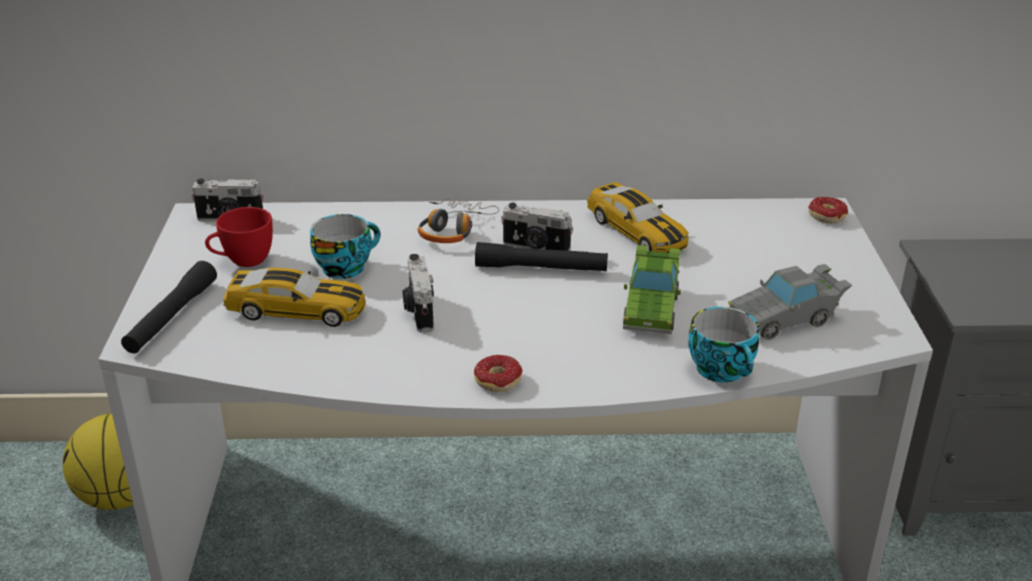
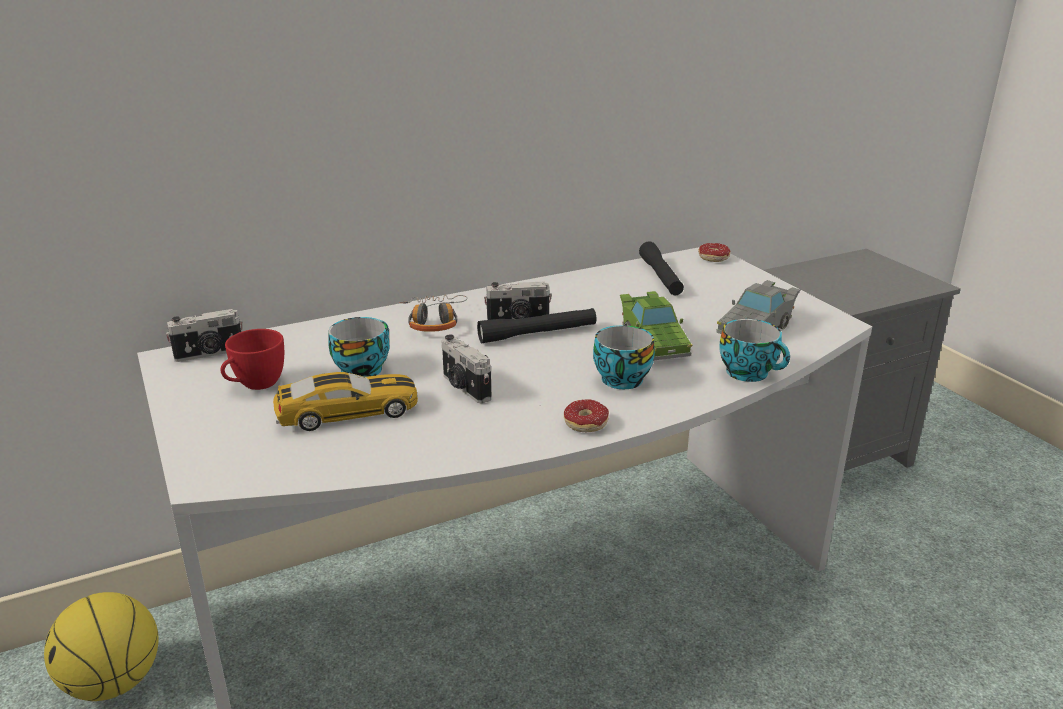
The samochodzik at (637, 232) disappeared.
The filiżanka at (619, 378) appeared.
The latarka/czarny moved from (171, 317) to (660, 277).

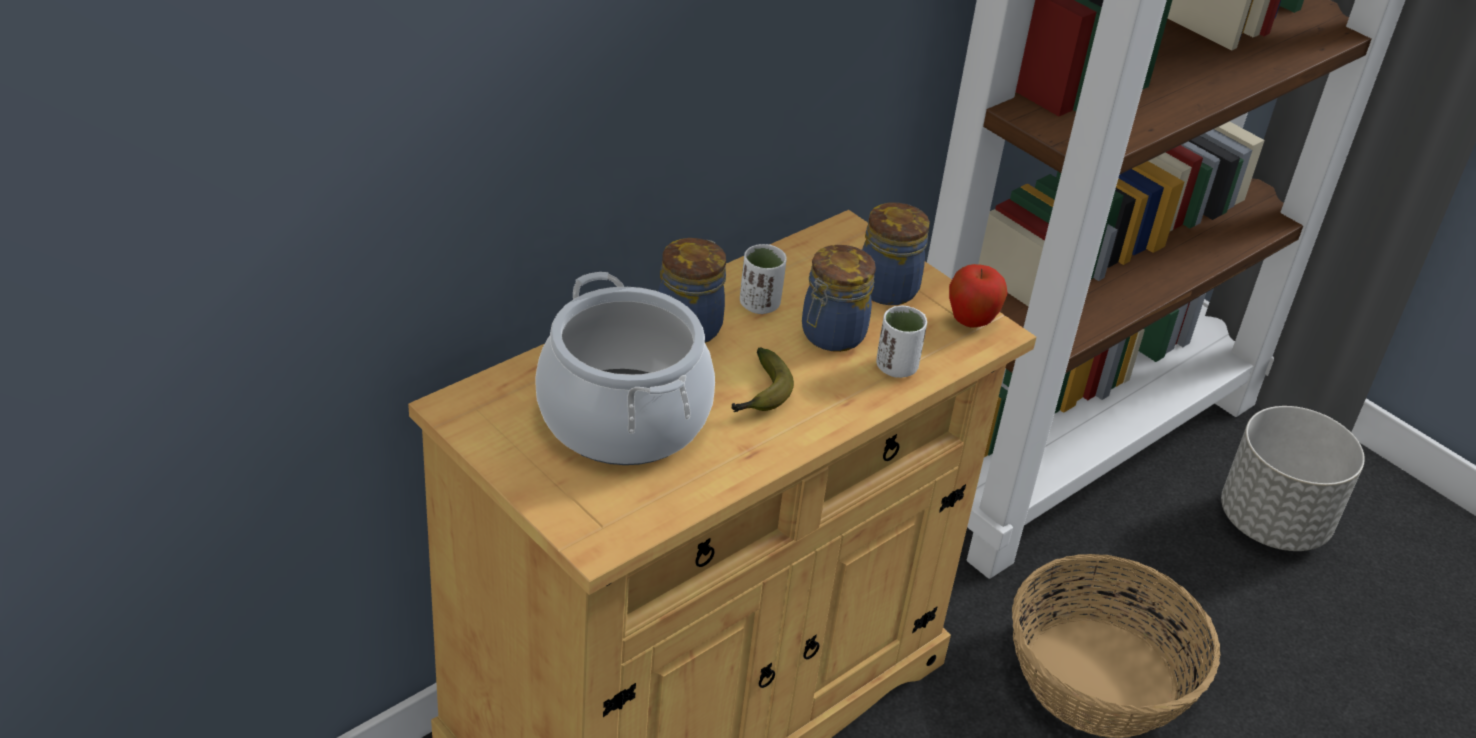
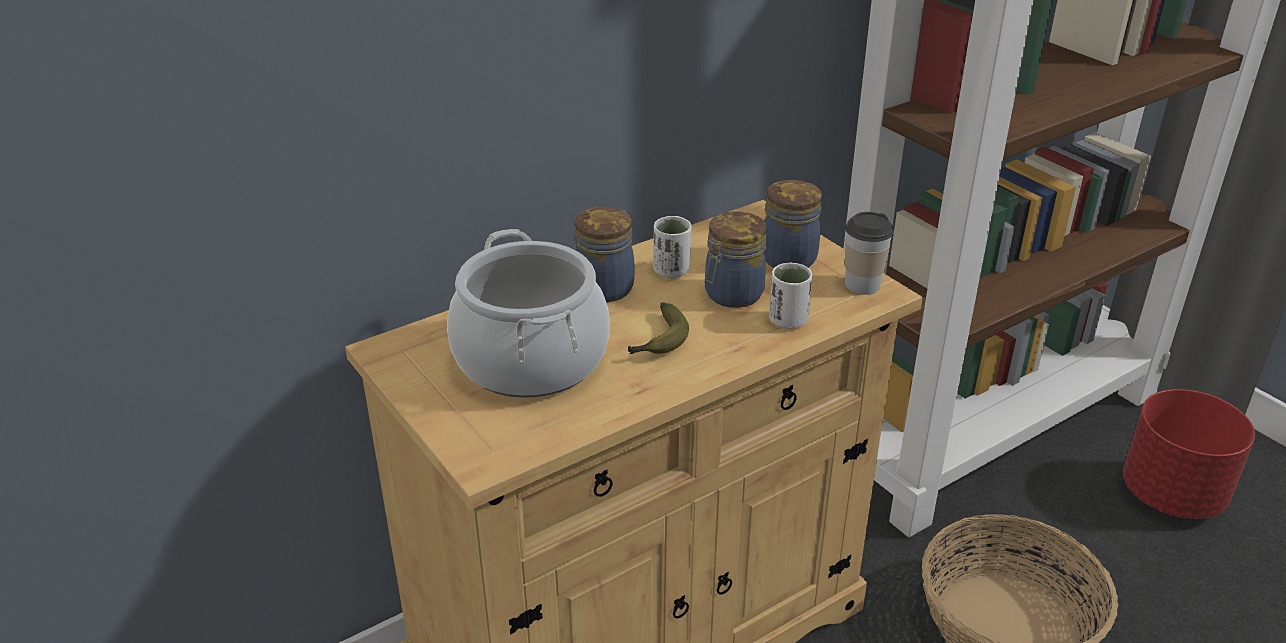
The jabłko at (971, 322) was replaced by the filiżanka at (862, 285).
The donica/szary at (1273, 522) became the donica/czerwony at (1172, 495).

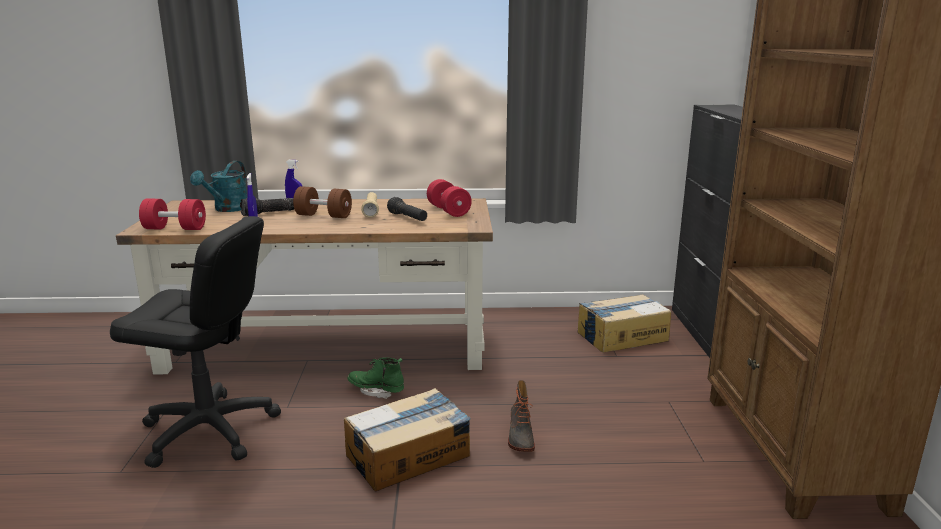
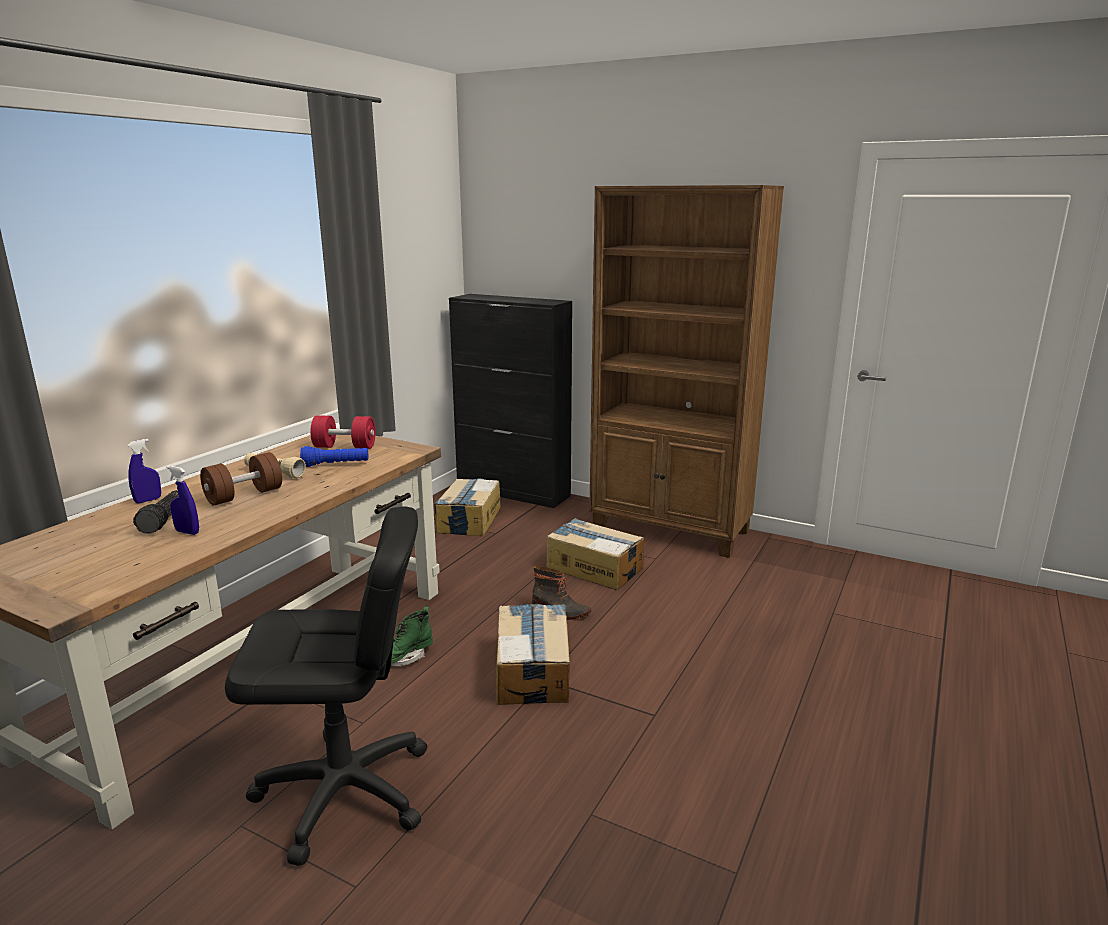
The hantel/czerwony at (175, 229) disappeared.
The konewka/turkusowy at (227, 209) disappeared.
The karton at (594, 567) appeared.
The latarka/czarny at (408, 218) became the latarka/niebieski at (336, 465).
The krzesło biurowe/czarny at (209, 431) turned 45 degrees clockwise.

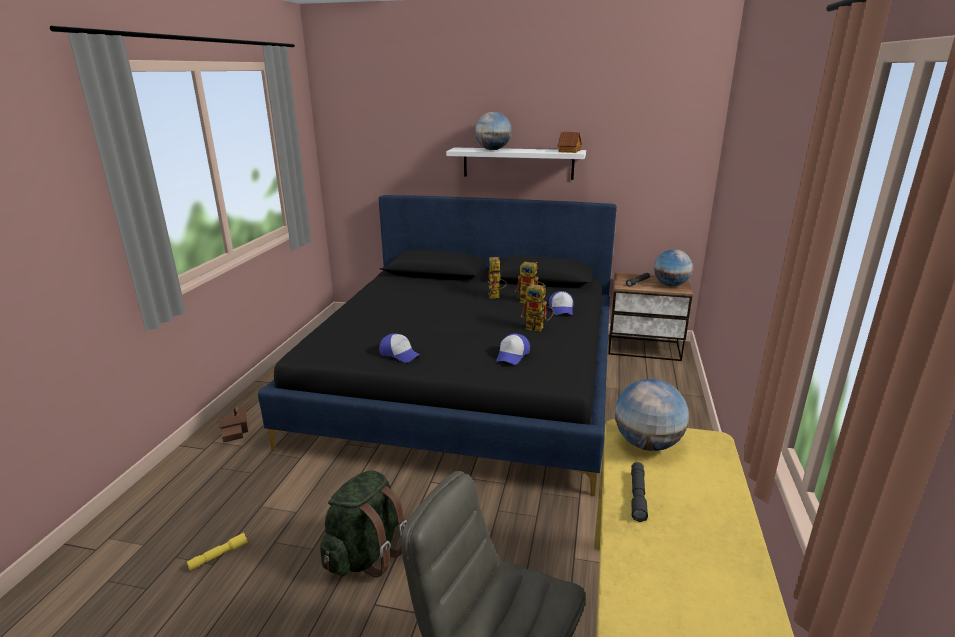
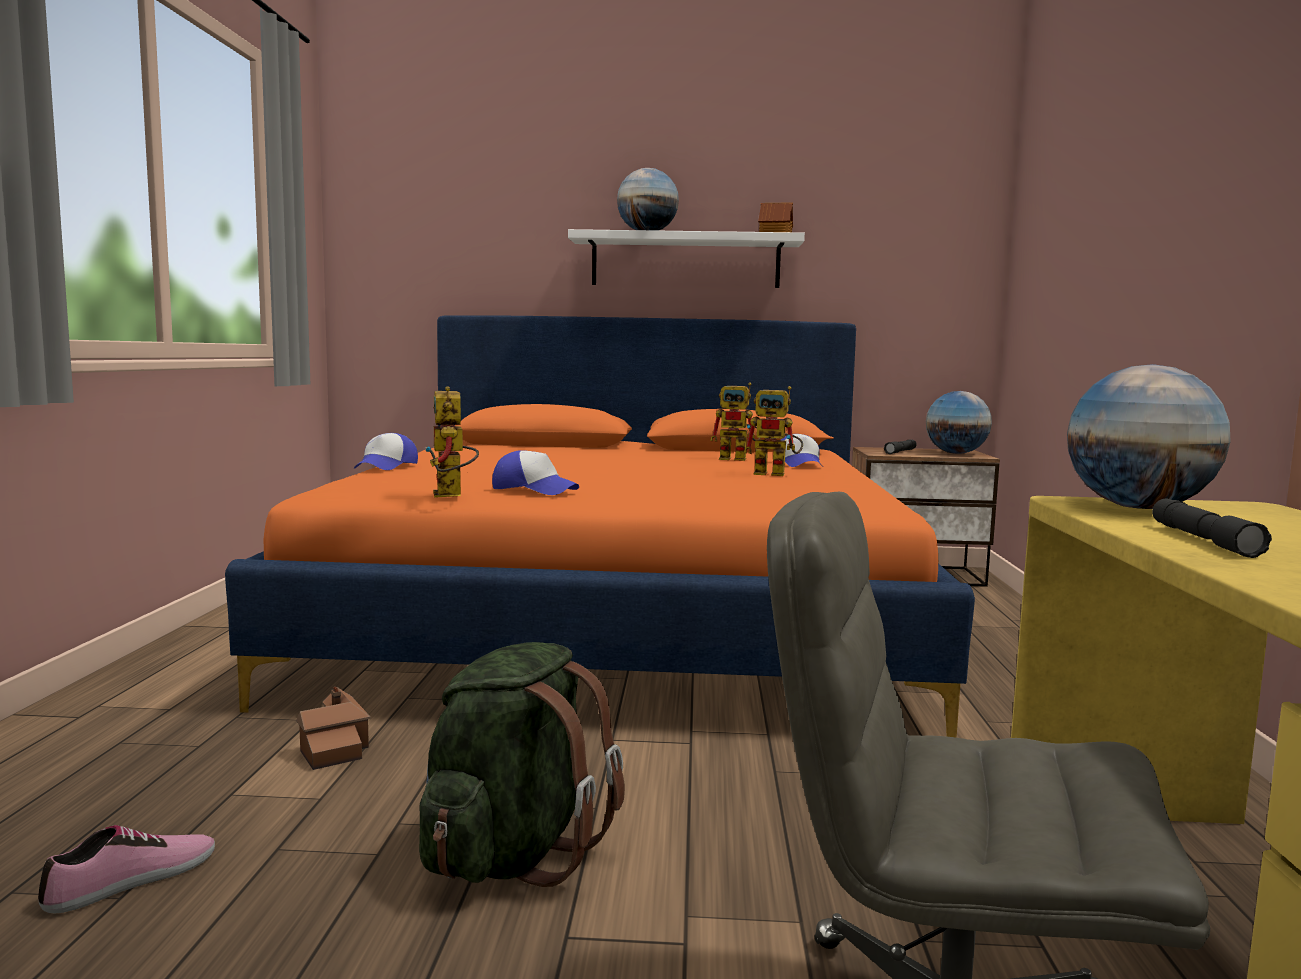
The domek moved from (235, 430) to (334, 747).
The robot zabawkowy moved from (496, 297) to (452, 495).
The czapka z daszkiem moved from (512, 355) to (386, 466).
The latarka/żółty at (218, 555) was replaced by the but at (132, 881).
The łóżko/czarny at (466, 383) became the łóżko/pomarańczowy at (623, 618).

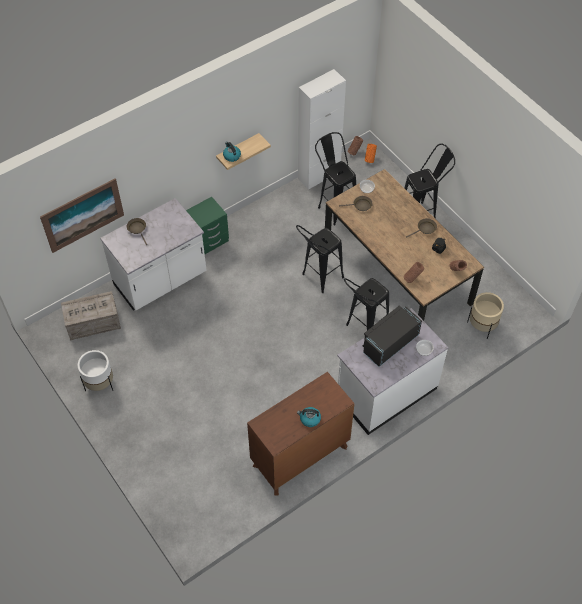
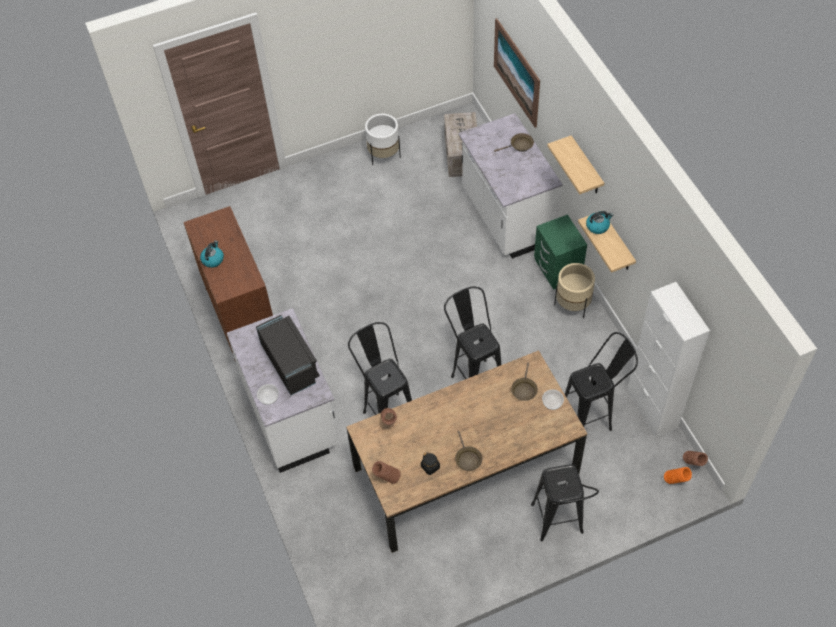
The półka at (586, 167) appeared.
The donica/beżowy moved from (482, 326) to (572, 305).

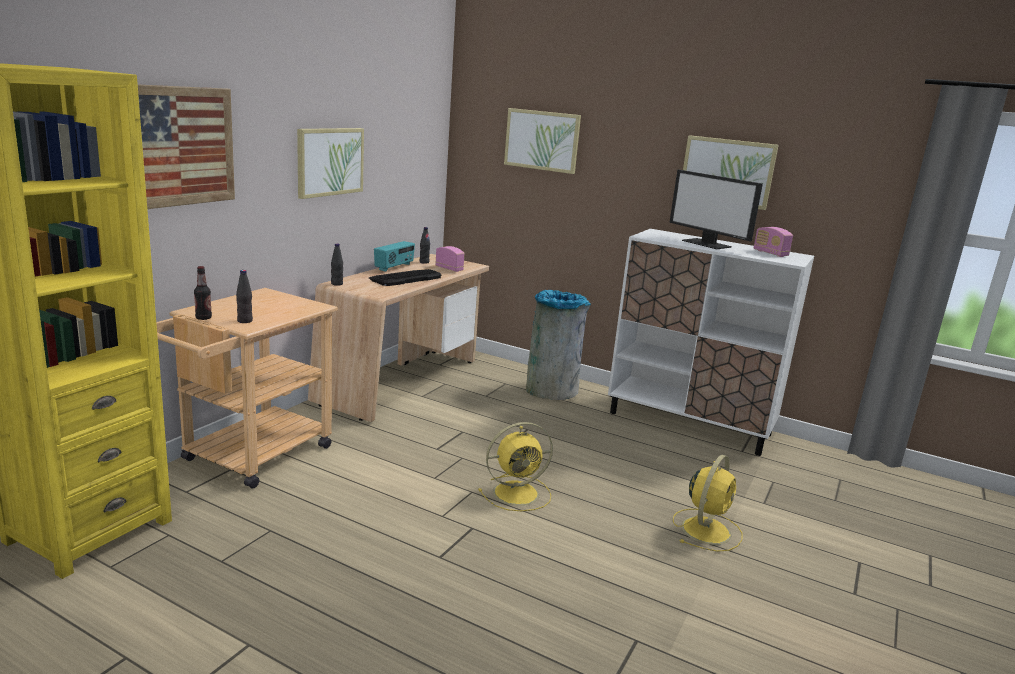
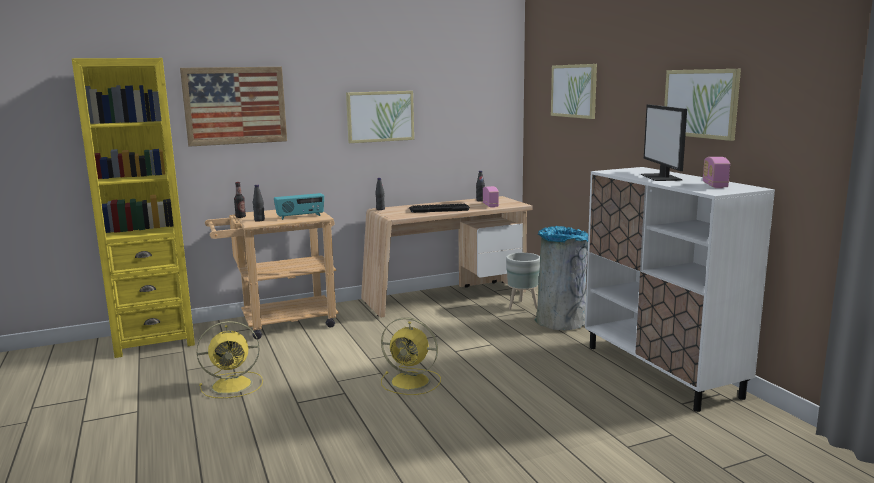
The donica/szary at (523, 306) appeared.
The radio moved from (394, 267) to (300, 217).
The wentylator/żółty moved from (706, 529) to (234, 385).

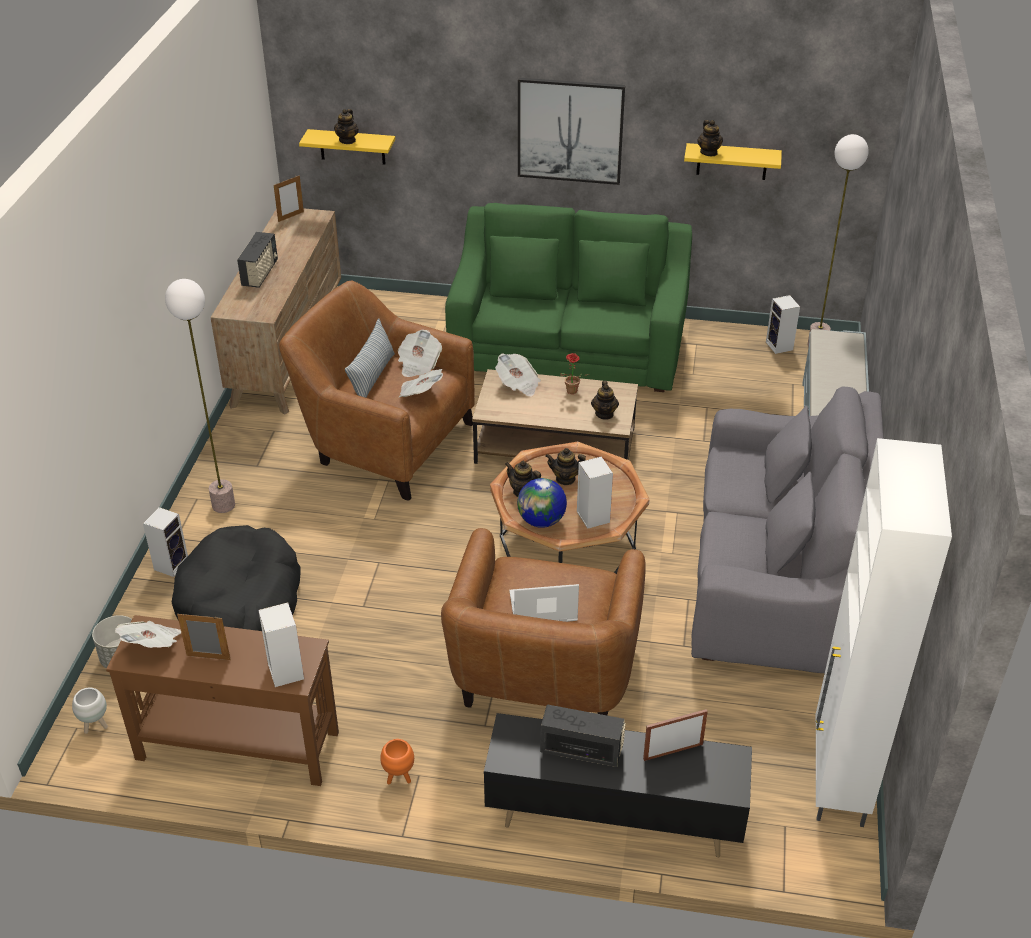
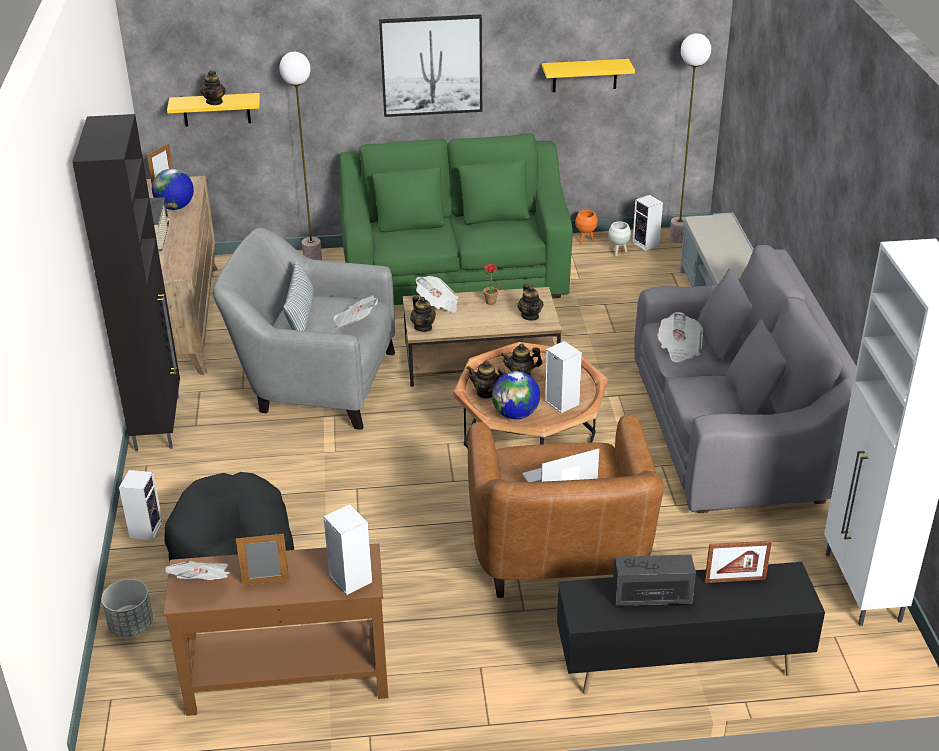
The szafka/czarny at (158, 422) appeared.
The globus at (175, 207) appeared.
The donica/biały moved from (95, 726) to (618, 252).
The lampa stojąca moved from (224, 505) to (312, 259).
The donica/pomarańczowy moved from (399, 778) to (585, 240).
The gazeta moved from (418, 364) to (679, 349).
The imbryk moved from (709, 152) to (423, 327).
The fotel/brązowy at (384, 441) became the fotel/szary at (314, 382).
The ramka na zdjęcie at (673, 751) turned 150 degrees counterclockwise.

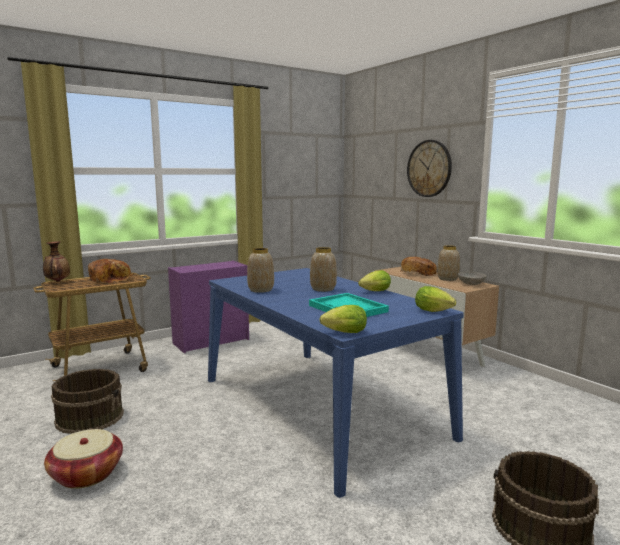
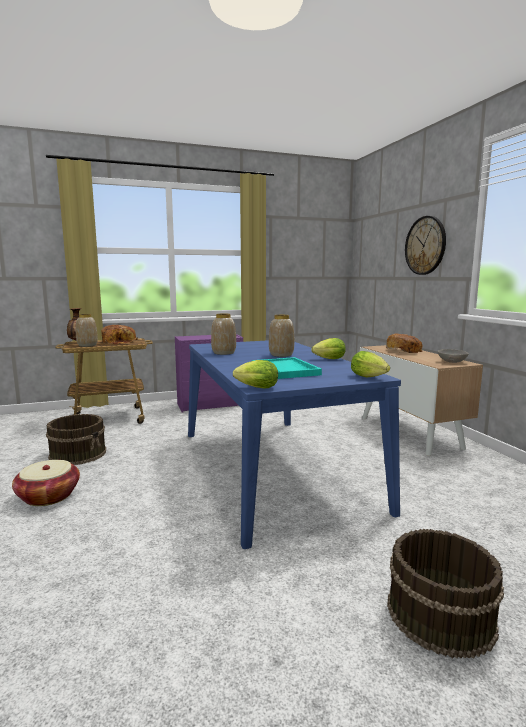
The wazon moved from (447, 279) to (87, 345).

